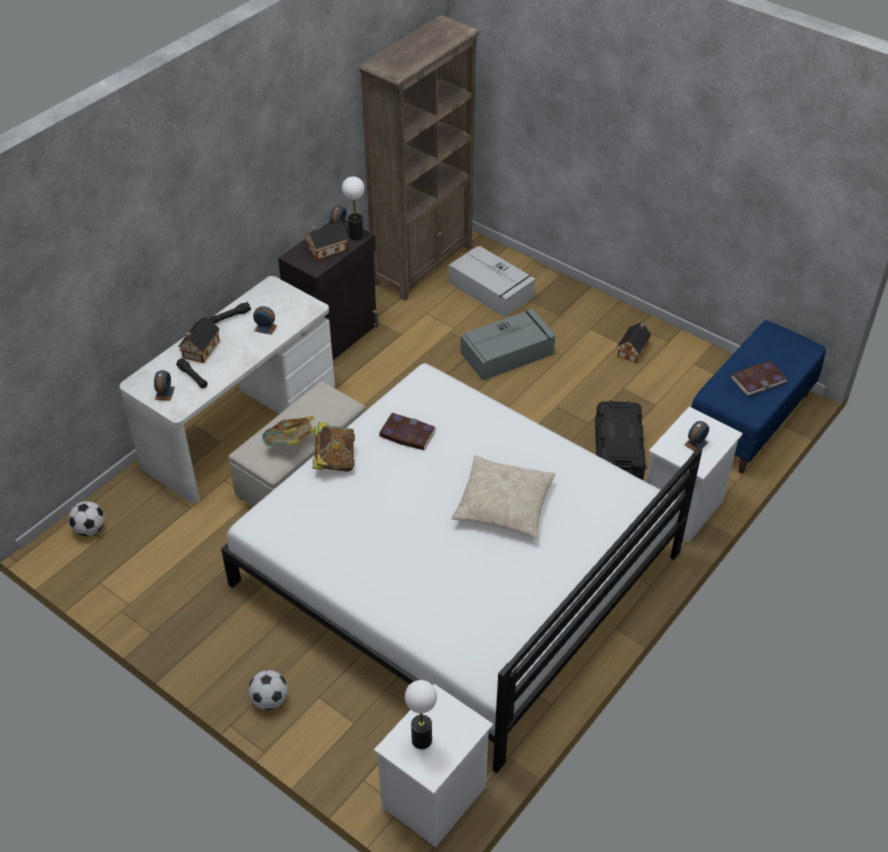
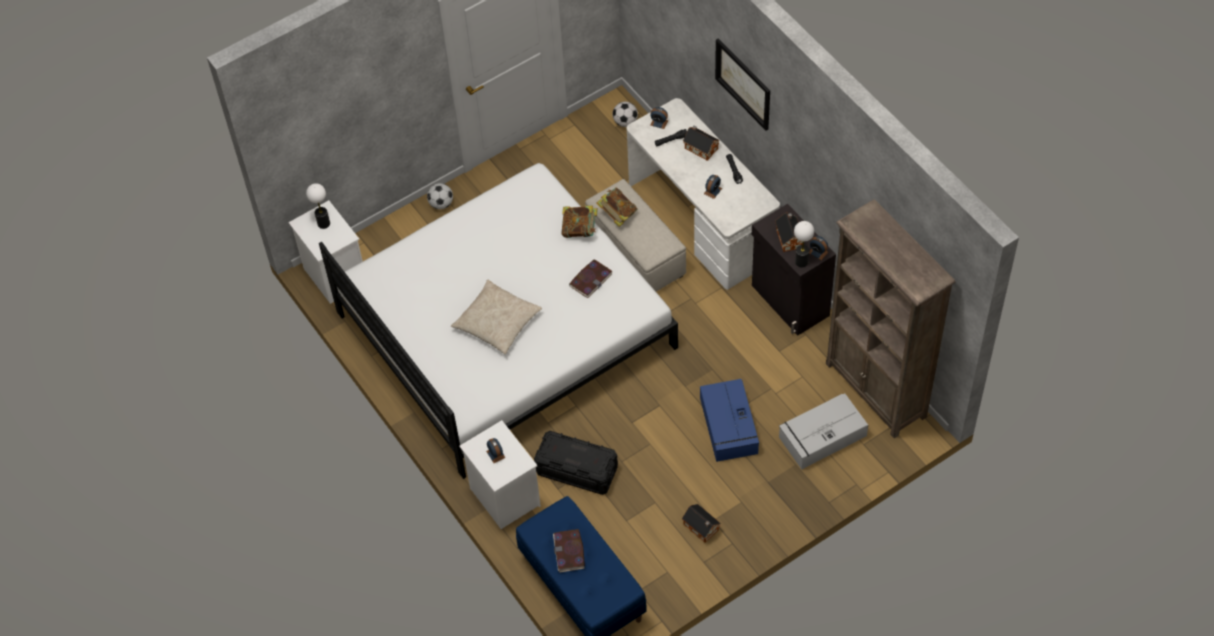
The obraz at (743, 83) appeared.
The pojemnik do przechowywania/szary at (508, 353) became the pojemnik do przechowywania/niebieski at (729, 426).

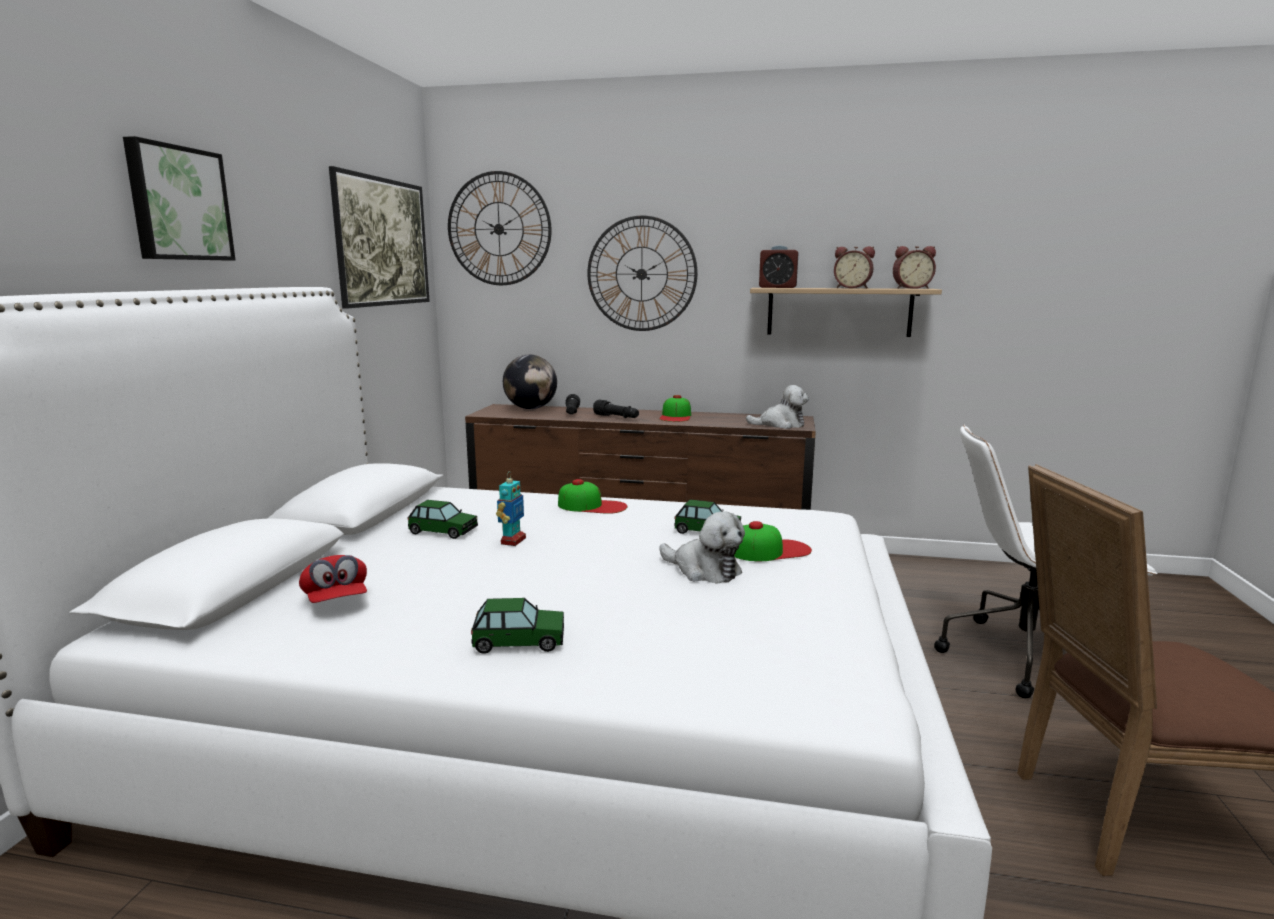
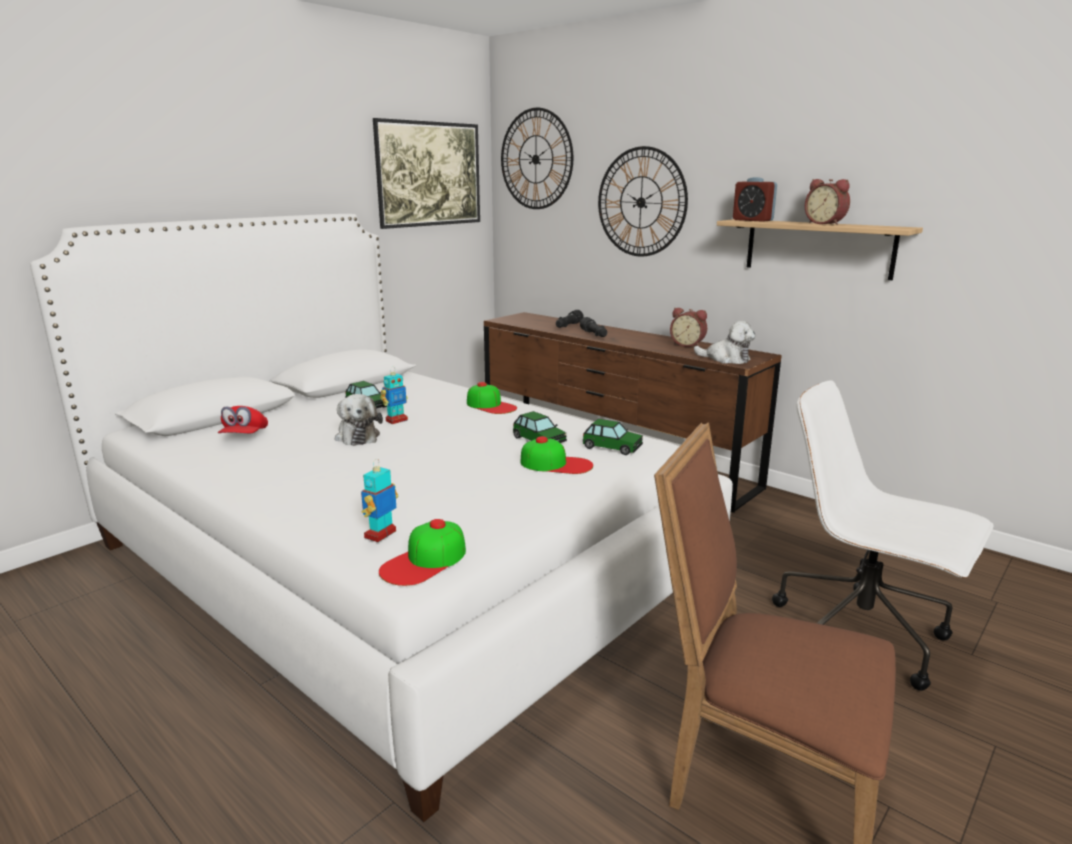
The obraz at (178, 204) disappeared.
The globus at (530, 408) disappeared.
The robot zabawkowy at (381, 535) appeared.
The samochodzik moved from (519, 641) to (612, 447).
The pluszak moved from (704, 570) to (357, 436).
The czapka z daszkiem moved from (676, 416) to (424, 561).
The budzik moved from (911, 288) to (688, 345).

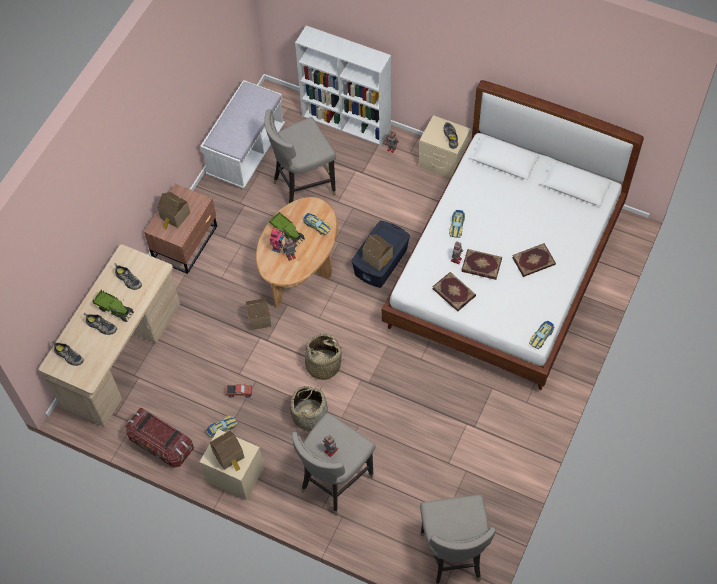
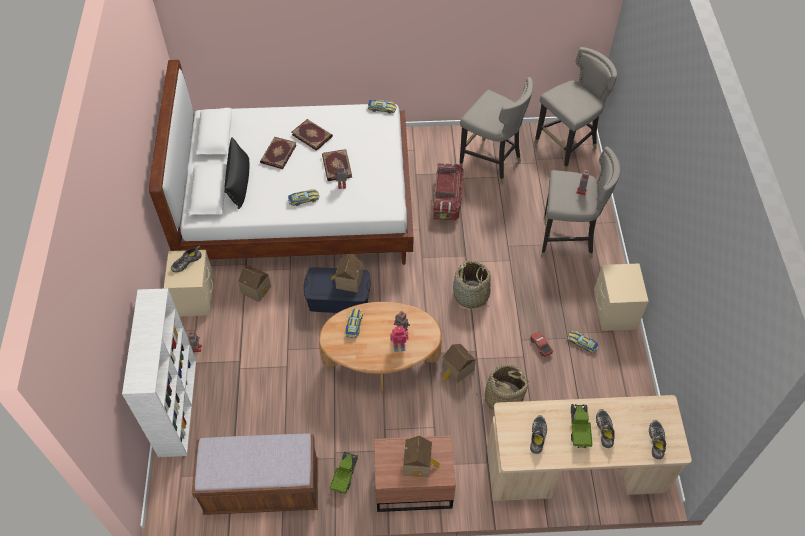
The poduszka/czarny at (239, 182) appeared.
The pojemnik do przechowywania moved from (161, 444) to (447, 200).
The domek moved from (229, 455) to (256, 288).
The stołek/szary moved from (303, 187) to (491, 163).
The ciężarówka zabawkowa moved from (287, 232) to (344, 475).
The koszyk moved from (310, 415) to (503, 398).
The książka moved from (454, 292) to (278, 154).
The ławka/biały at (246, 151) became the ławka/brązowy at (262, 489).

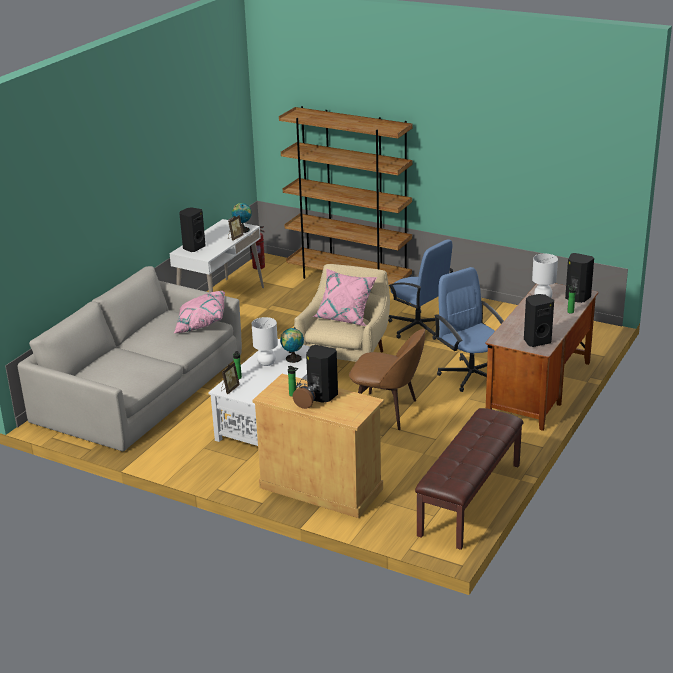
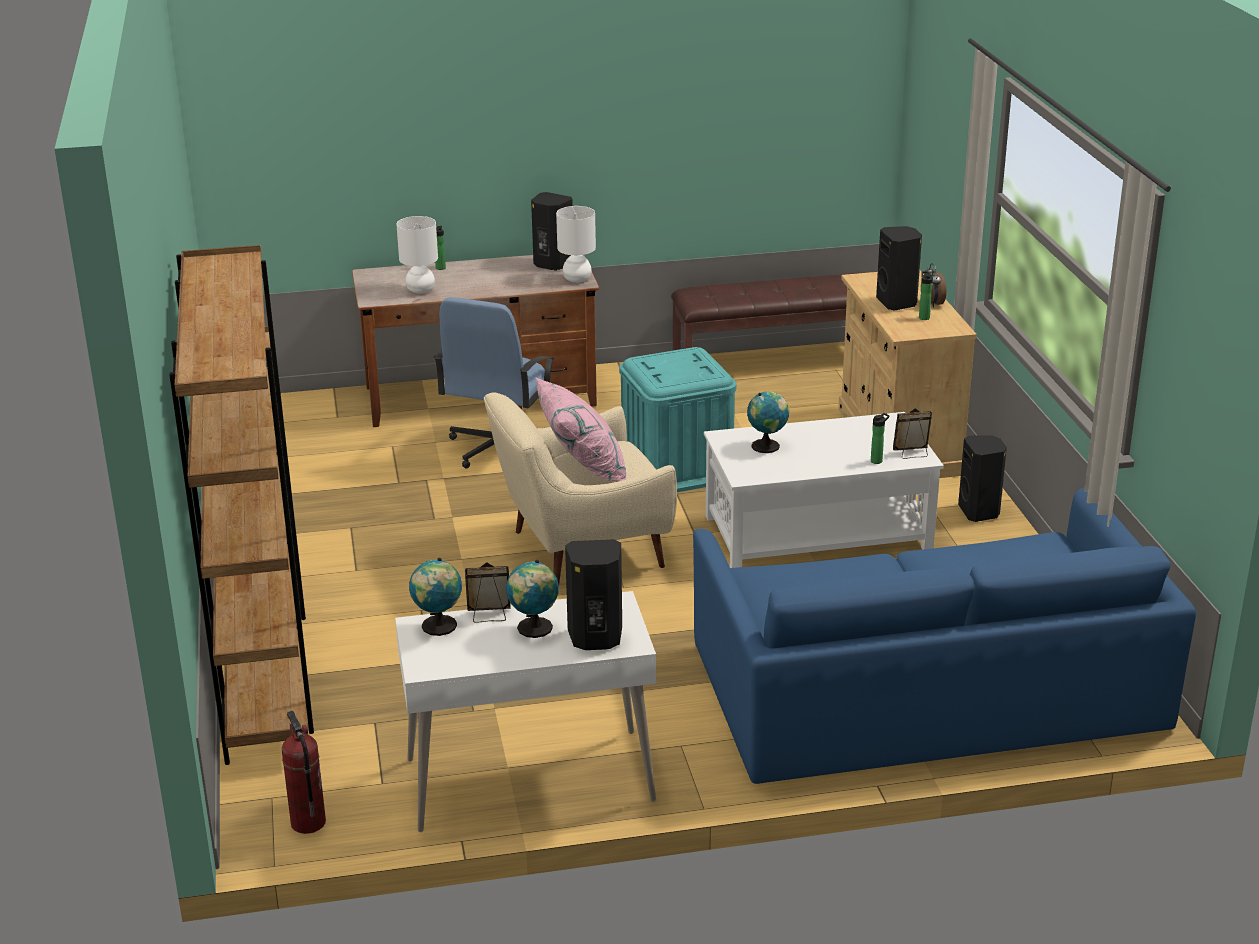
The poduszka/różowy at (200, 323) disappeared.
The krzesło biurowe/niebieski at (418, 327) disappeared.
The globus at (533, 629) appeared.
The lampa stołowa/biały moved from (266, 363) to (577, 279).
The głośnik/czarny moved from (576, 298) to (980, 512).
The krzesło/brązowy at (387, 411) was replaced by the pojemnik do przechowywania/turkusowy at (677, 466).
The kanapa/szary at (140, 388) became the kanapa/niebieski at (924, 687).

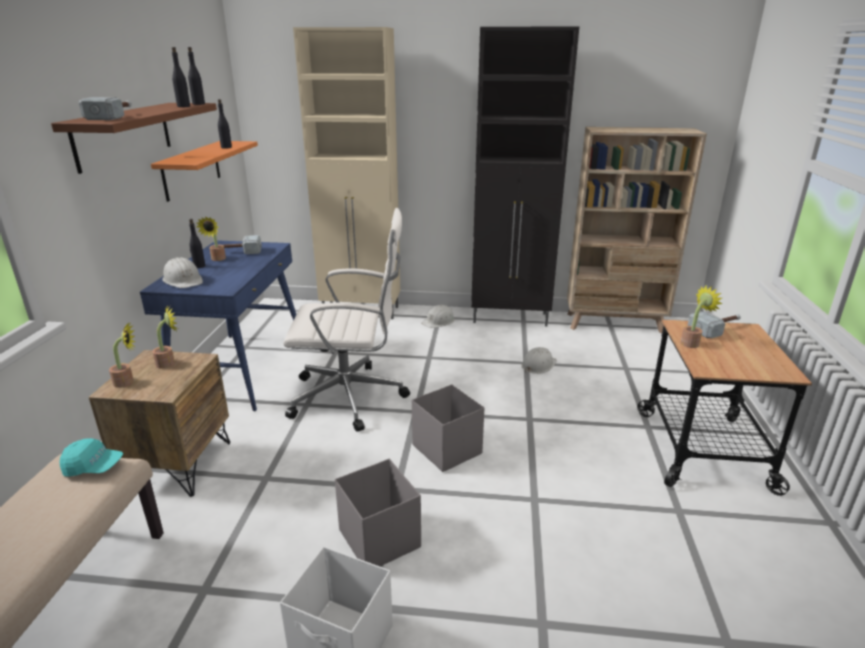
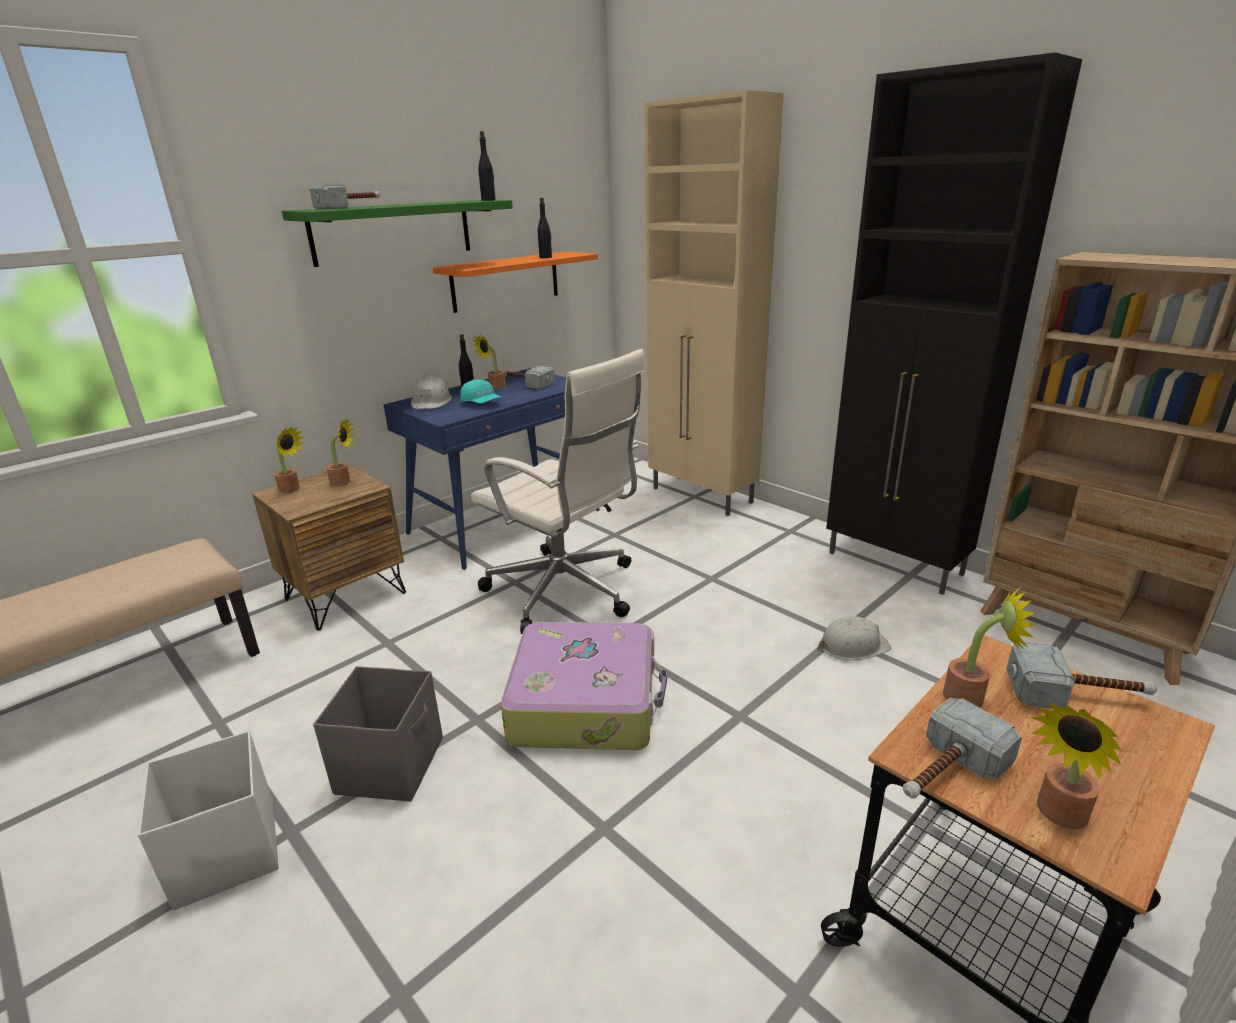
The butelka/czarny at (184, 106) disappeared.
The kask/biały at (439, 321) disappeared.
The młotek at (945, 773) appeared.
The roślina doniczkowa at (1057, 815) appeared.
The czapka z daszkiem/turkusowy moved from (94, 467) to (482, 403).
The pojemnik do przechowywania/szary at (446, 449) was replaced by the walizka at (586, 701).
The półka/brązowy at (124, 135) became the półka/zielony at (393, 231).

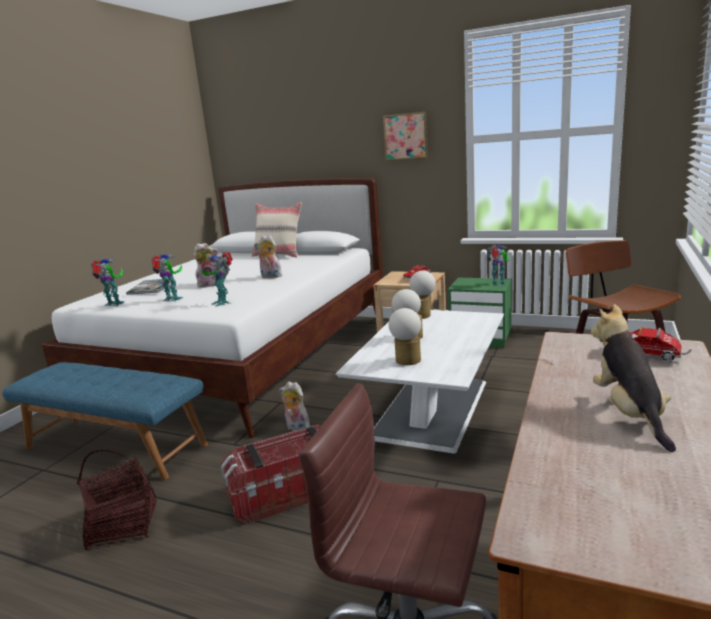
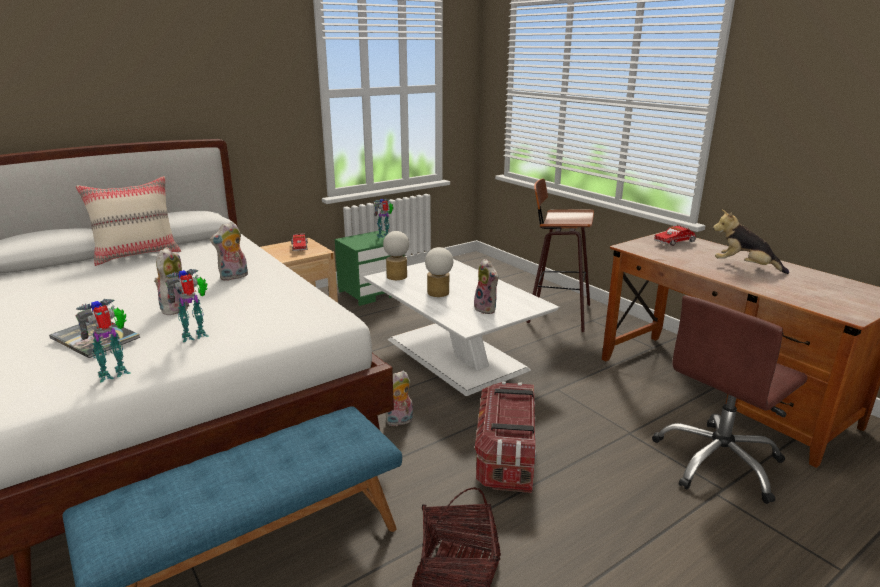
The robot zabawkowy at (223, 302) disappeared.
The obraz at (406, 136) disappeared.
The lampa stołowa at (406, 362) was replaced by the pluszak at (487, 309).

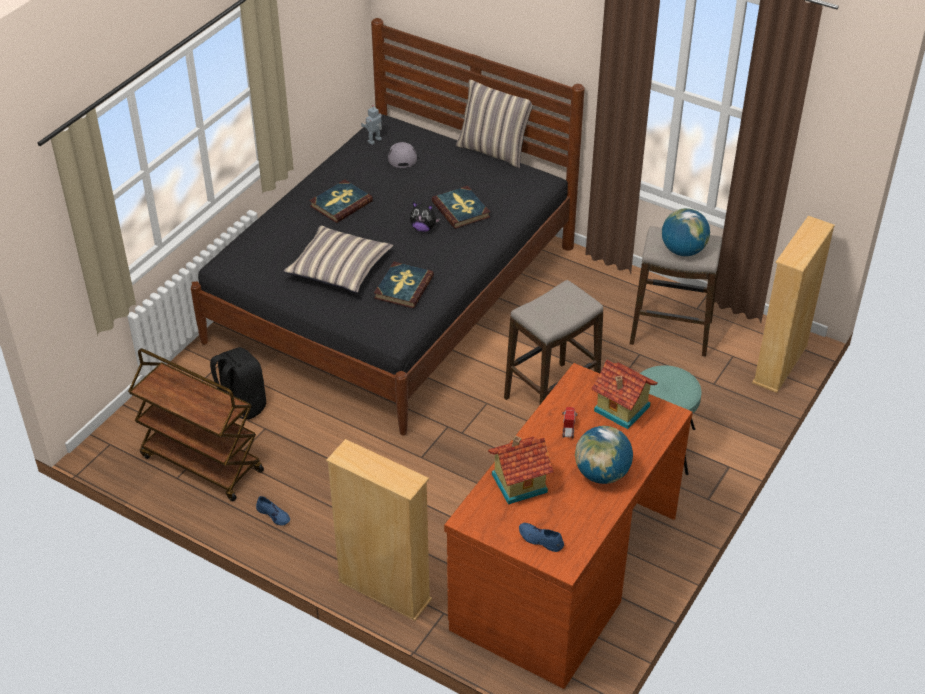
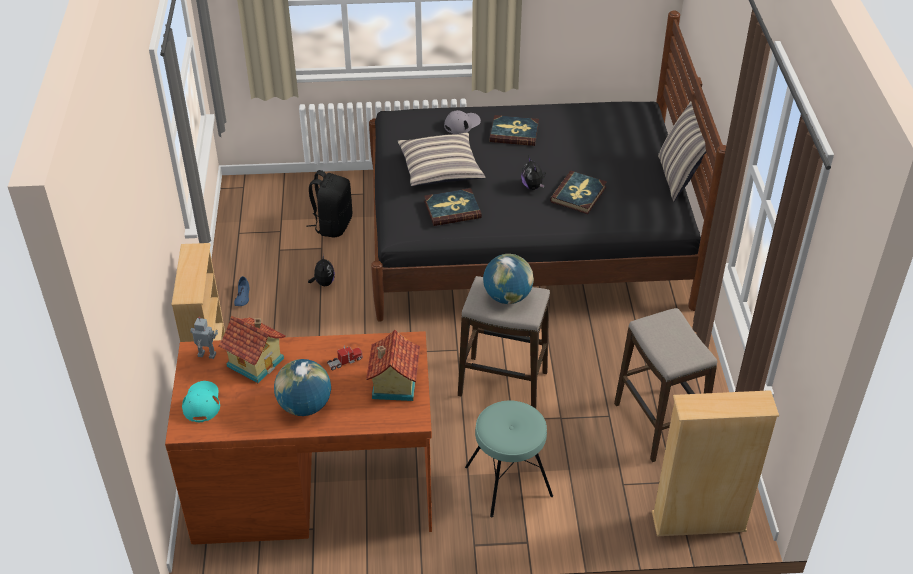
The wózek/brązowy at (201, 463) disappeared.
The pluszak at (323, 283) appeared.
The robot zabawkowy moved from (375, 141) to (206, 355).
The czapka z daszkiem/szary moved from (402, 156) to (462, 124).
The globus moved from (683, 250) to (507, 297).
The but/niebieski at (540, 539) was replaced by the czapka z daszkiem/turkusowy at (202, 402).

